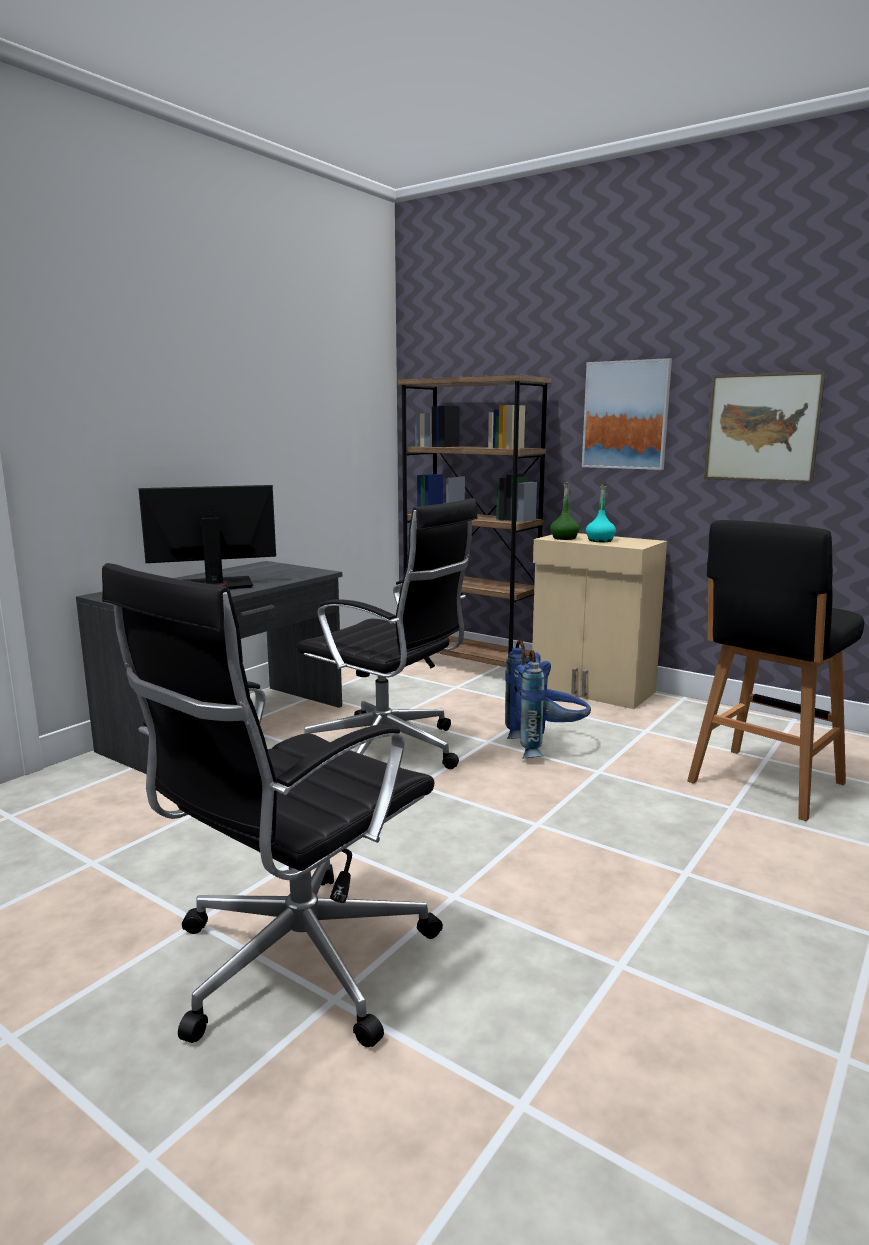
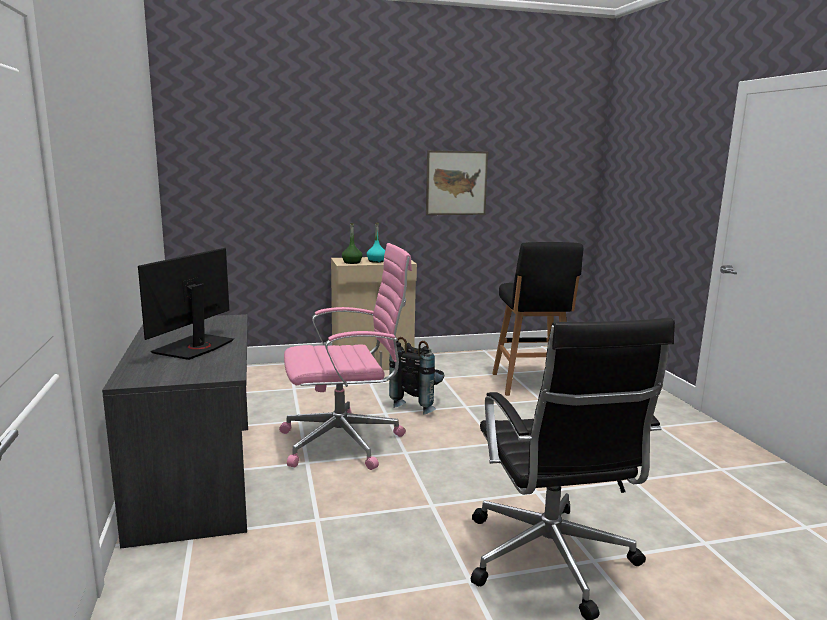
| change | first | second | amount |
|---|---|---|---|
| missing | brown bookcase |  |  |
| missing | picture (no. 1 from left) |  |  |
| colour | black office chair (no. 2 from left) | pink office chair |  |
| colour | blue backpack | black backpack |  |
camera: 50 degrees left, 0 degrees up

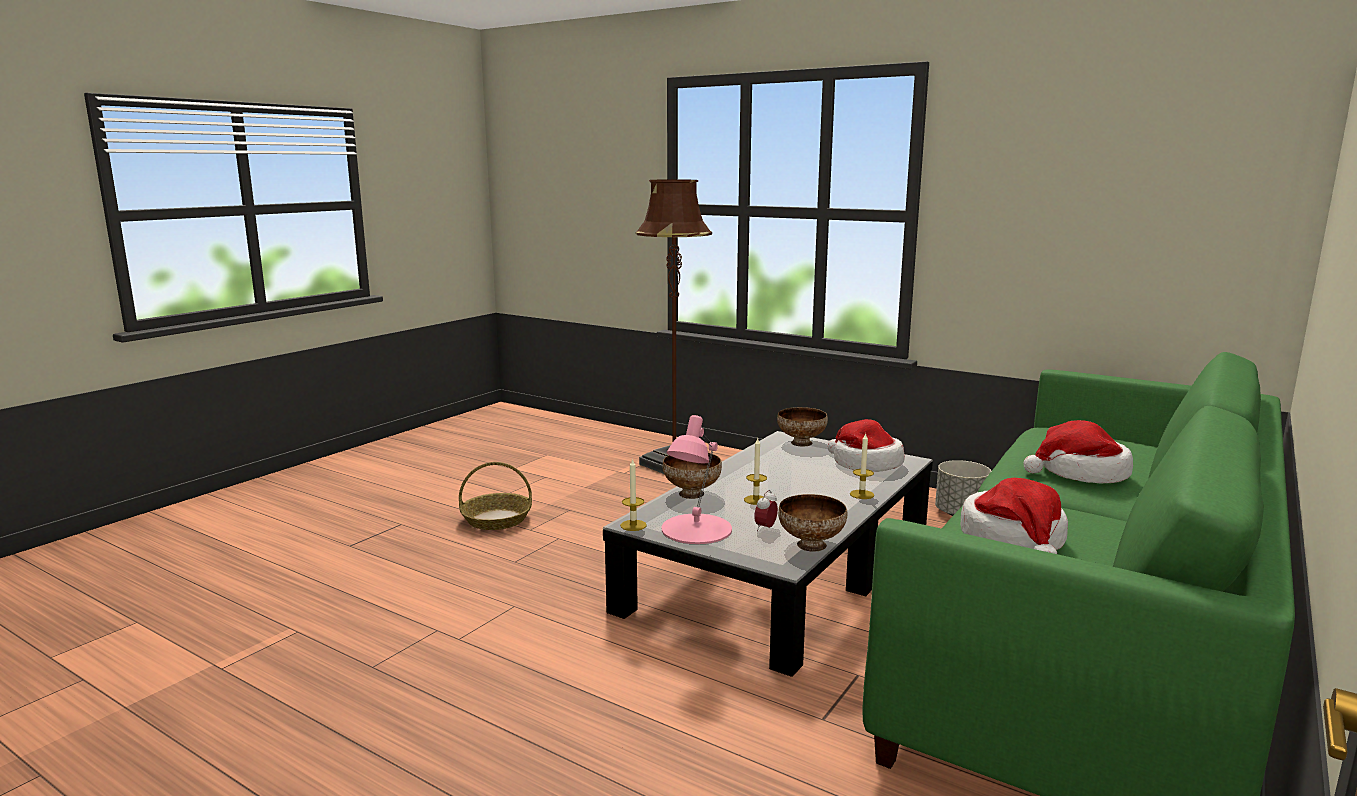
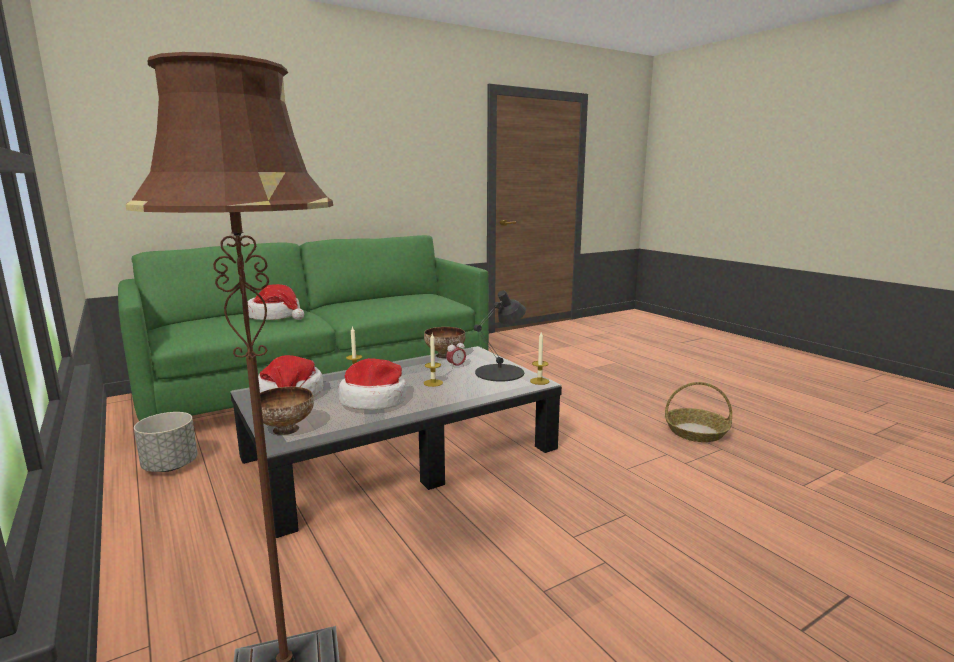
| change | first | second | amount |
|---|---|---|---|
| missing | bowl (no. 1 from left) |  |  |
| relocated | basket |  |  |
| relocated | hat (no. 2 from left in the first image) | hat (no. 3 from left) |  |
| colour | pink table lamp | black table lamp |  |
camera: 155 degrees left, 0 degrees up

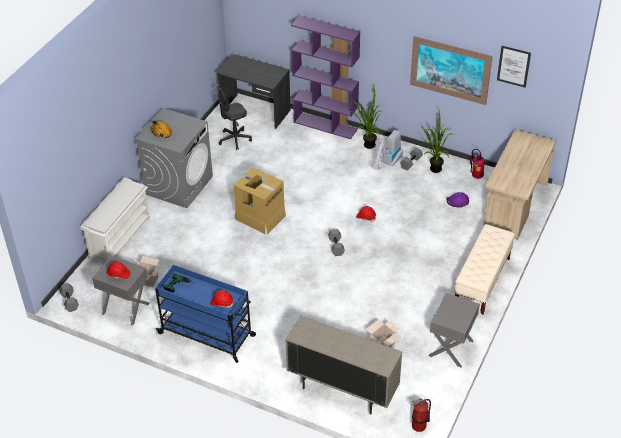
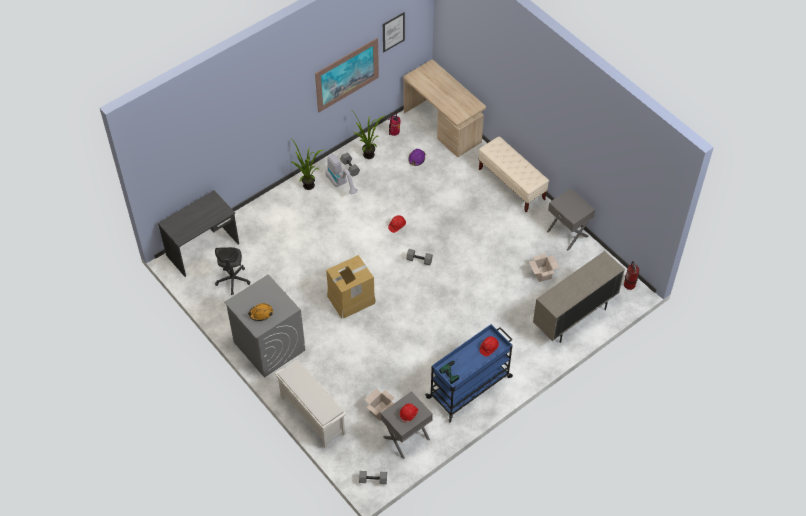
| change | first | second | amount |
|---|---|---|---|
| missing | purple bookcase |  |  |
camera: 65 degrees left, 10 degrees up

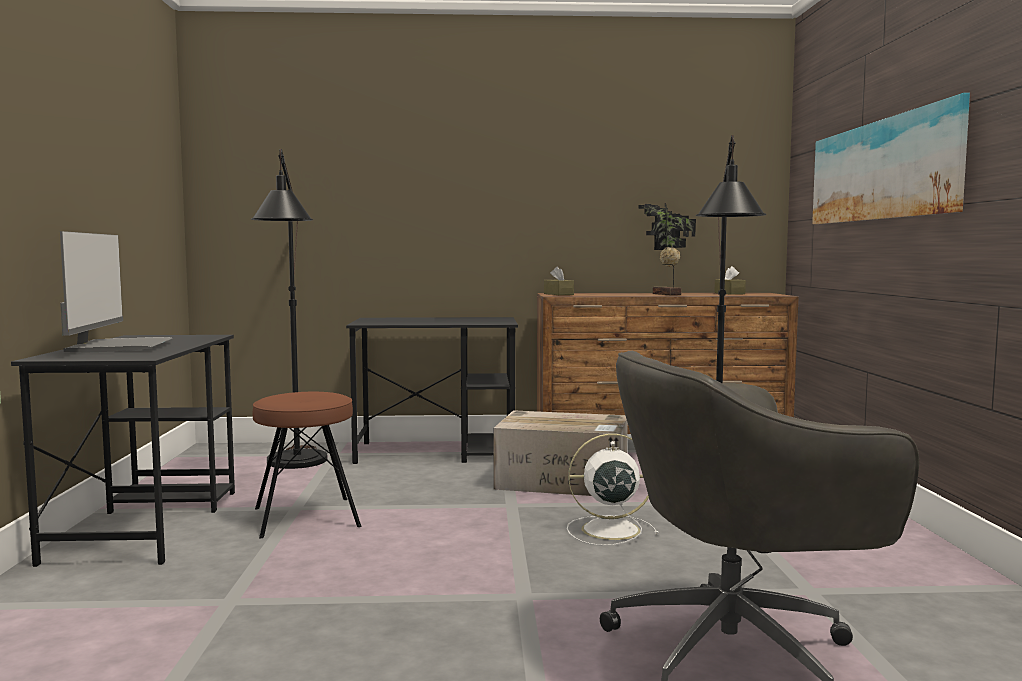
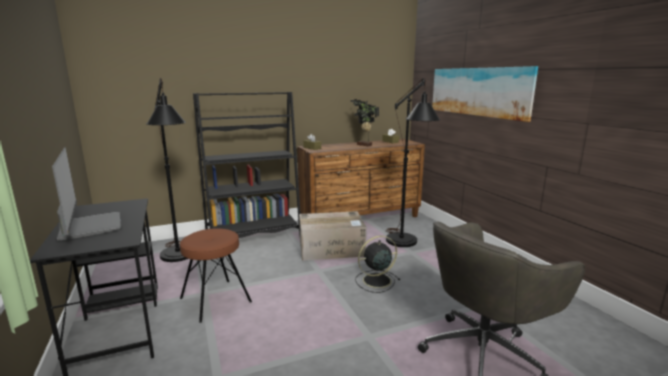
| change | first | second | amount |
|---|---|---|---|
| exchanged | black desk (no. 2 from left) | black bookcase |  |
| colour | white fan | black fan |  |
camera: 20 degrees left, 10 degrees up

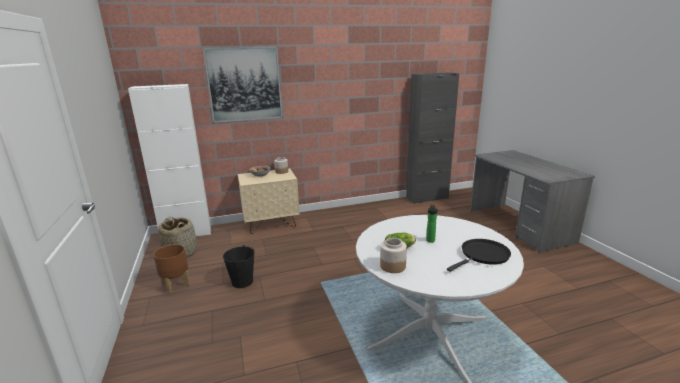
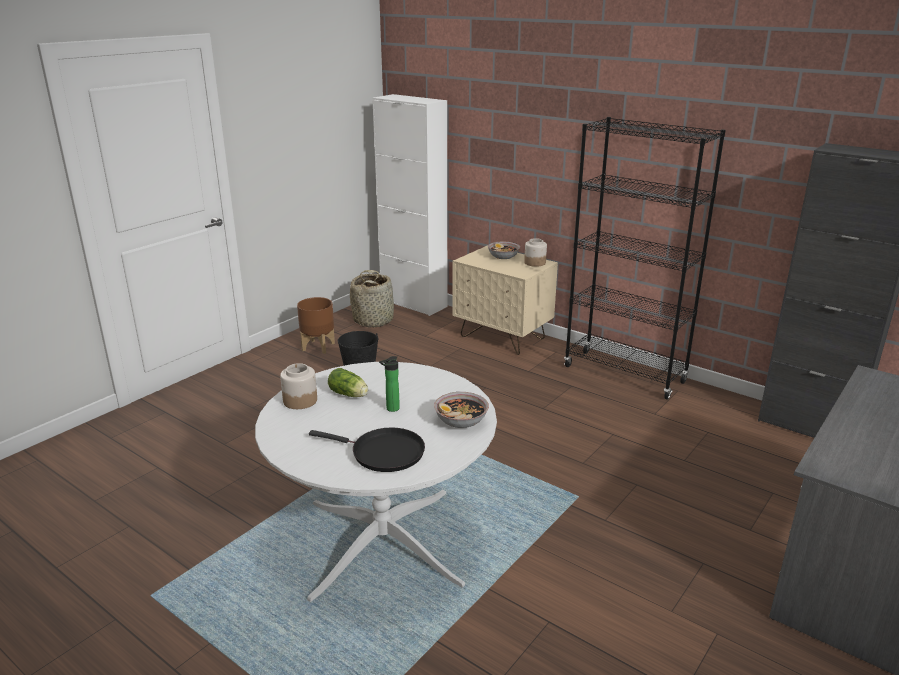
| change | first | second | amount |
|---|---|---|---|
| missing | picture |  |  |
| appeared |  | bowl (no. 1 from left) |  |
| appeared |  | black bookcase |  |
camera: 55 degrees right, 5 degrees up

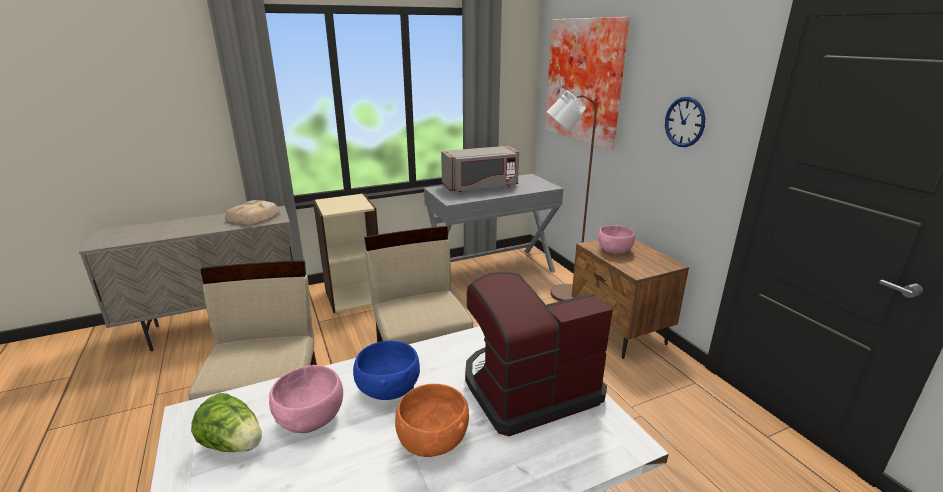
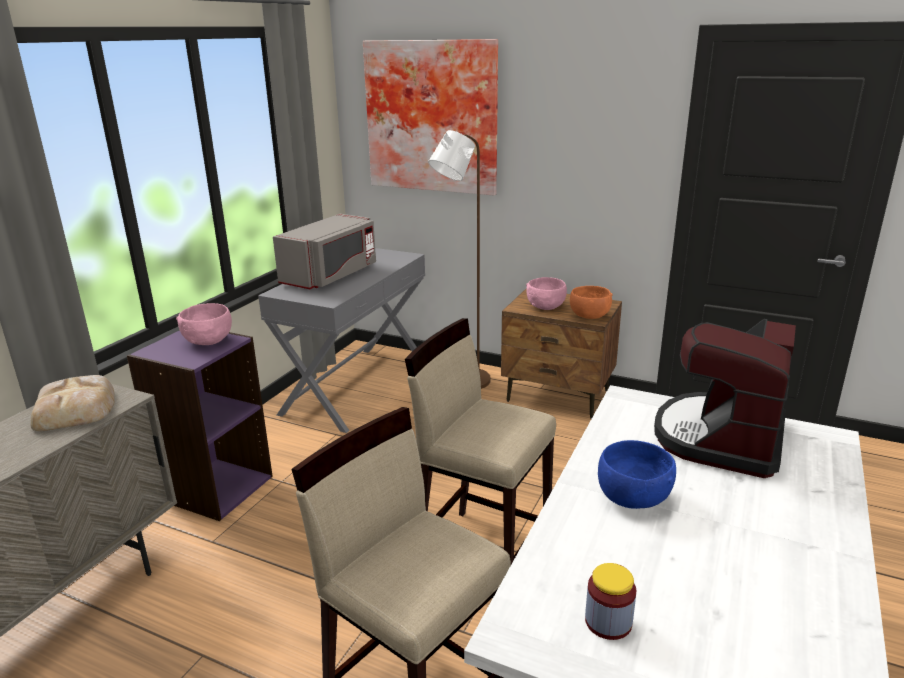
| change | first | second | amount |
|---|---|---|---|
| missing | wall clock |  |  |
| relocated | pink bowl (no. 1 from left) |  |  |
| relocated | orange bowl |  |  |
| exchanged | lettuce | jar |  |
| colour | beige bookcase | purple bookcase |  |
camera: 40 degrees left, 0 degrees up

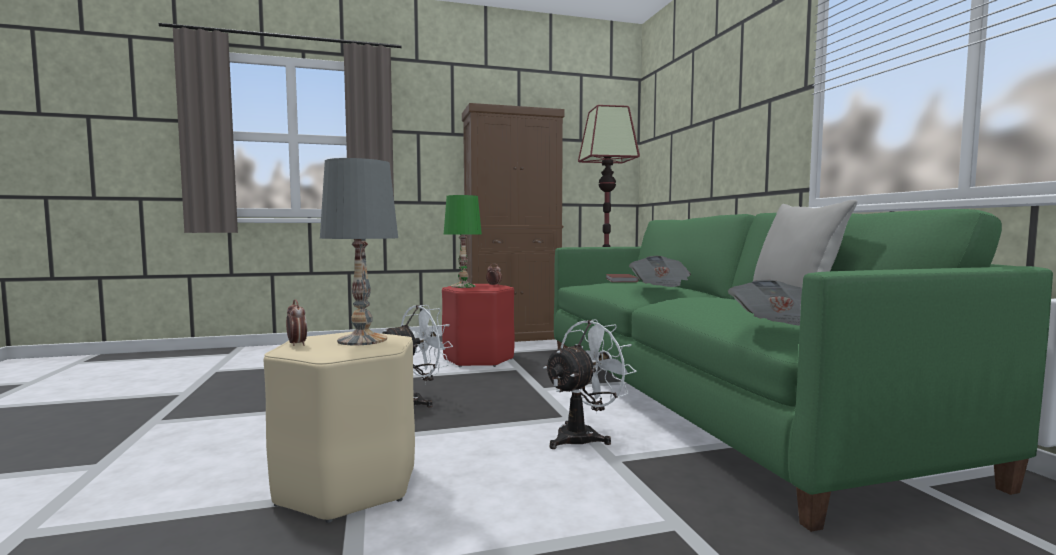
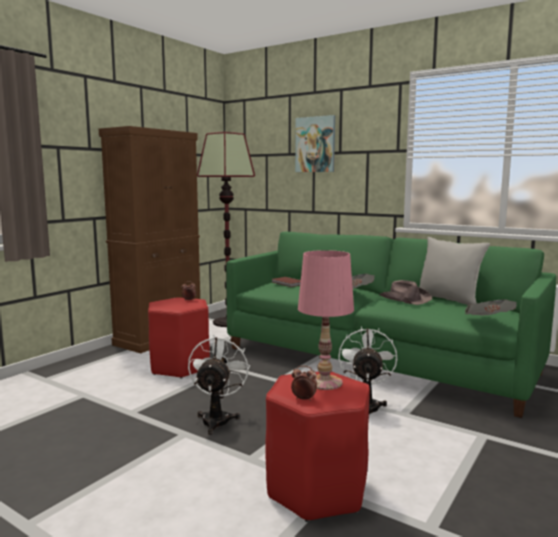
| change | first | second | amount |
|---|---|---|---|
| missing | green table lamp |  |  |
| appeared |  | picture |  |
| appeared |  | brown hat |  |
| colour | beige stool | red stool (no. 2 from left) |  |
| colour | grey table lamp | pink table lamp |  |
camera: 40 degrees left, 5 degrees up

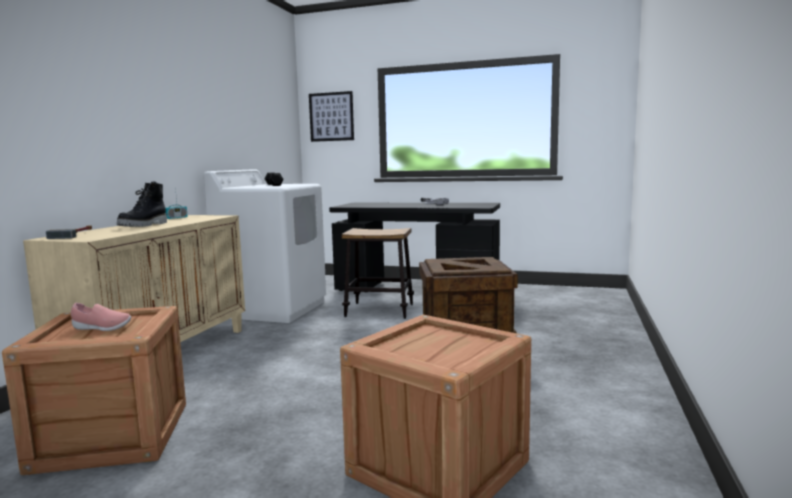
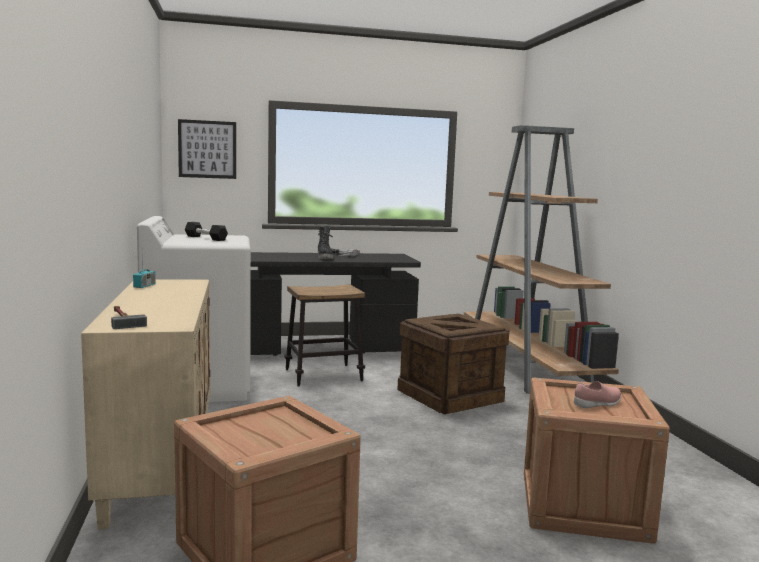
| change | first | second | amount |
|---|---|---|---|
| appeared |  | brown bookcase |  |
| relocated | pink shoe |  |  |
| relocated | black boot |  |  |
camera: 30 degrees left, 0 degrees up

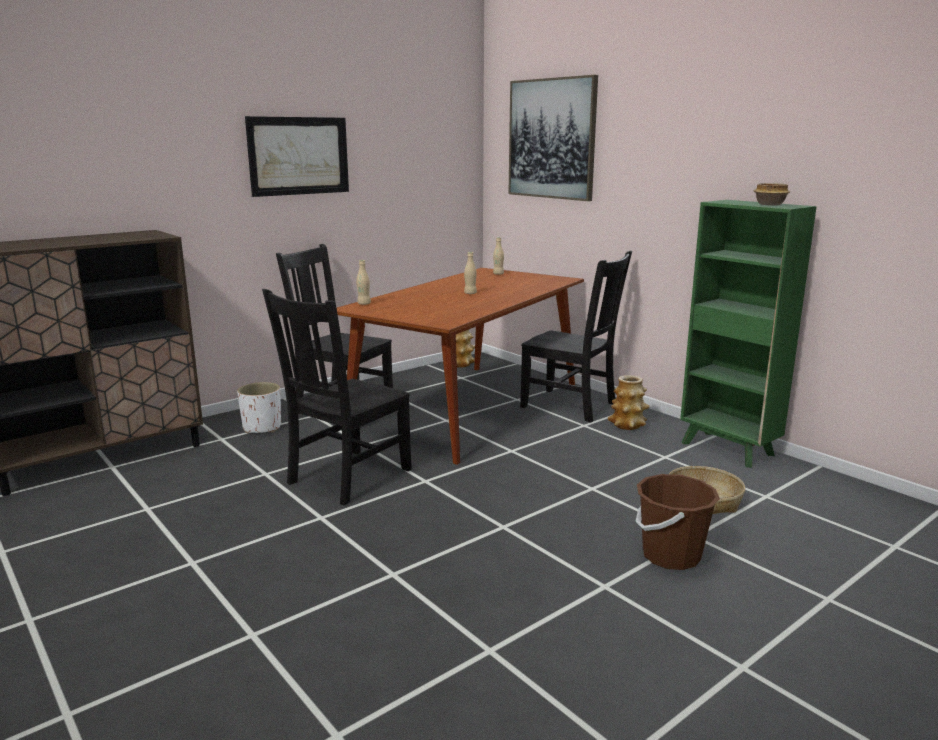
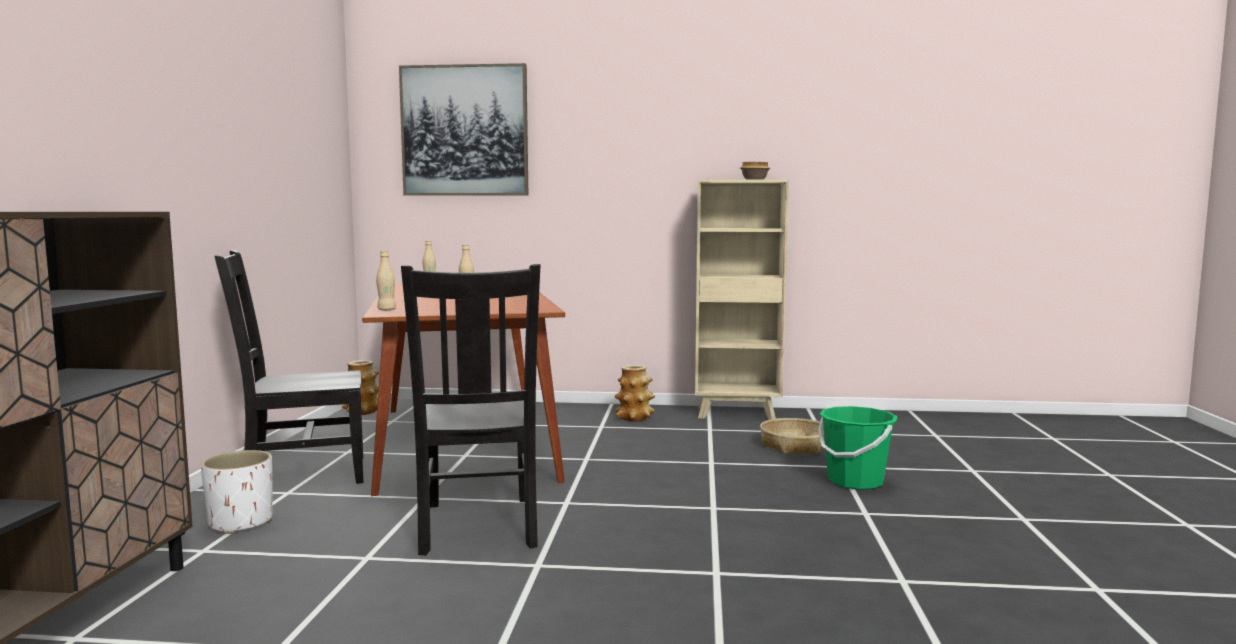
| change | first | second | amount |
|---|---|---|---|
| missing | picture (no. 1 from left) |  |  |
| missing | black chair (no. 3 from left) |  |  |
| colour | brown bucket | green bucket |  |
| colour | green bookcase | beige bookcase |  |
camera: 45 degrees left, 10 degrees down

